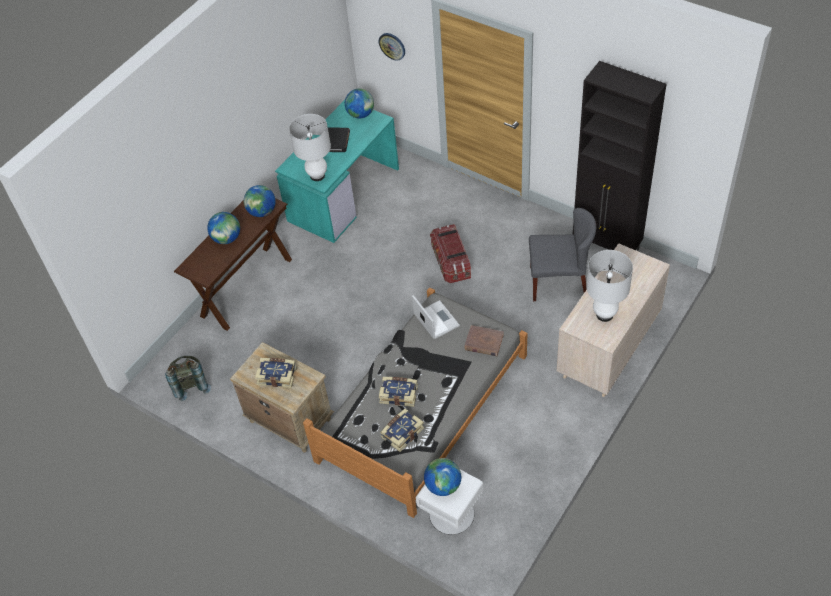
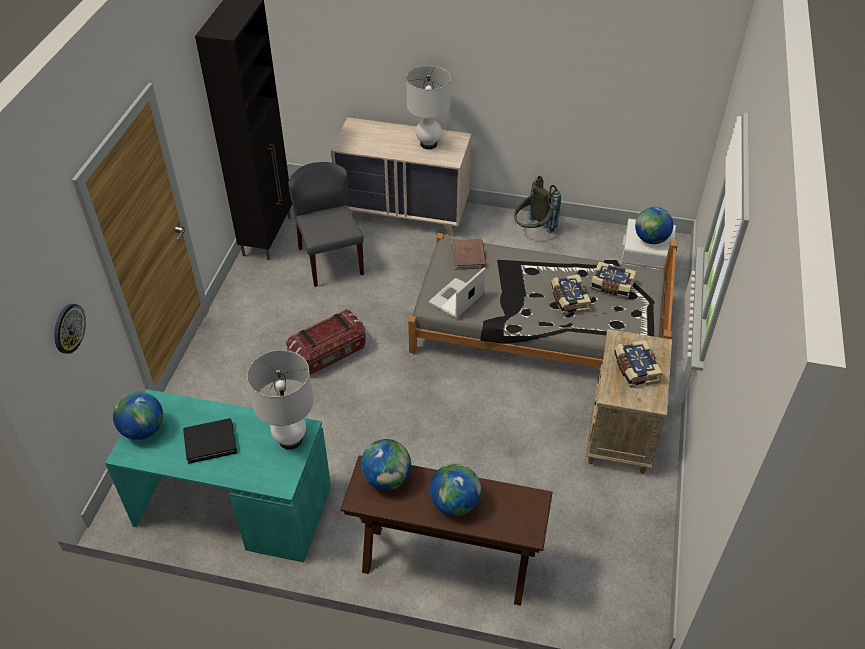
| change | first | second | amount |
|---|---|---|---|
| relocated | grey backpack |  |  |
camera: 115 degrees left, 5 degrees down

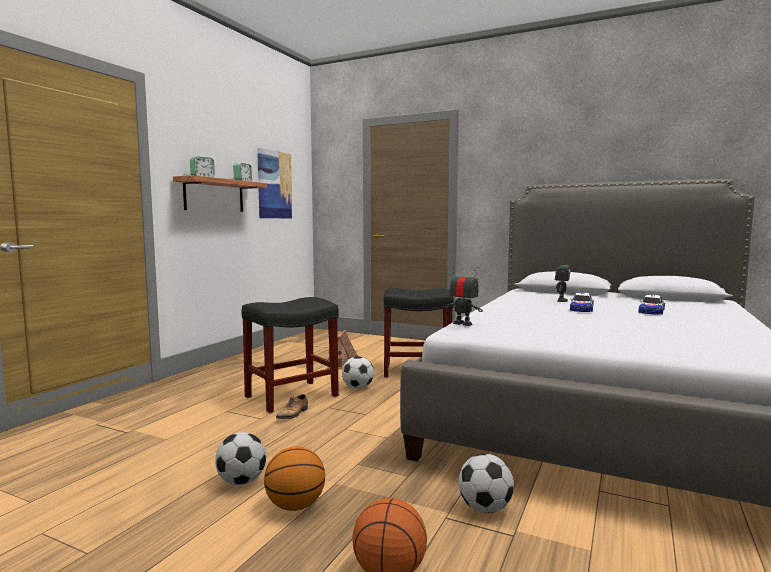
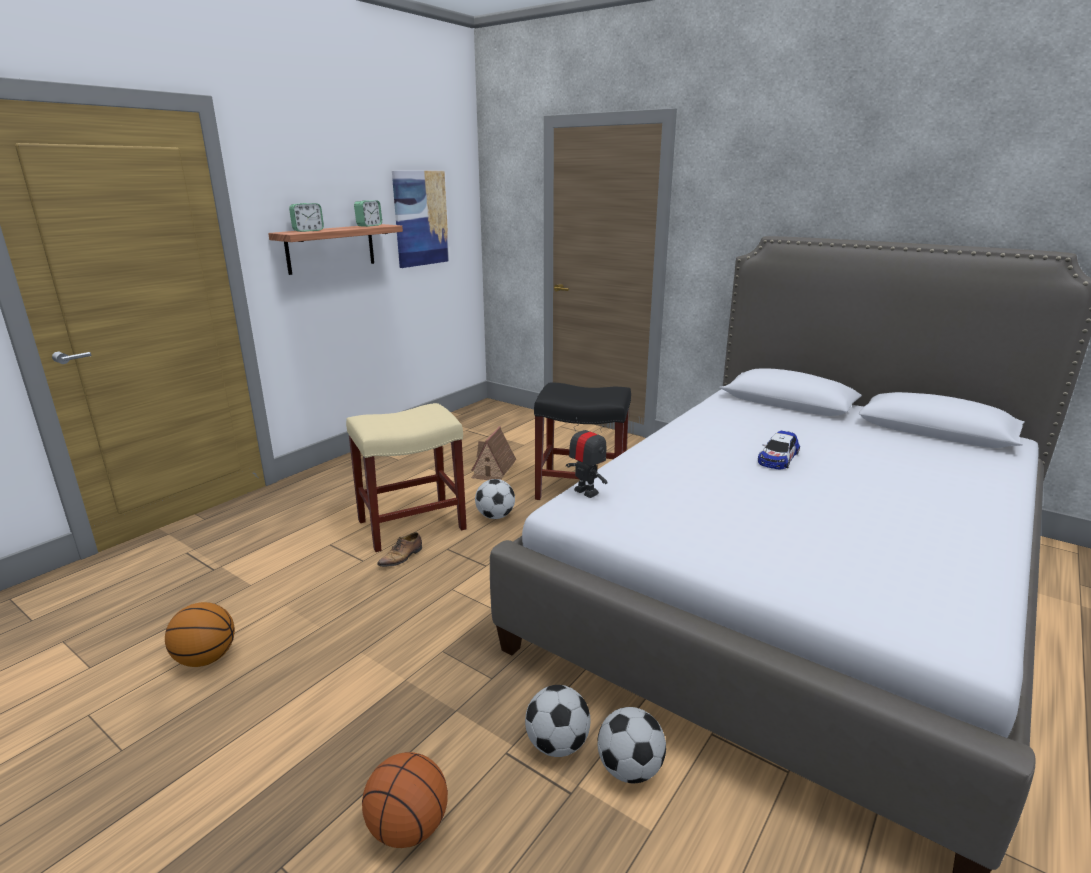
| change | first | second | amount |
|---|---|---|---|
| missing | toy robot (no. 2 from left) |  |  |
| missing | toy car (no. 2 from left) |  |  |
| relocated | football (no. 1 from left in the first image) | football (no. 3 from left) |  |
| relocated | basketball (no. 1 from left) |  |  |
| colour | black stool (no. 1 from left) | beige stool |  |
camera: 10 degrees right, 15 degrees up

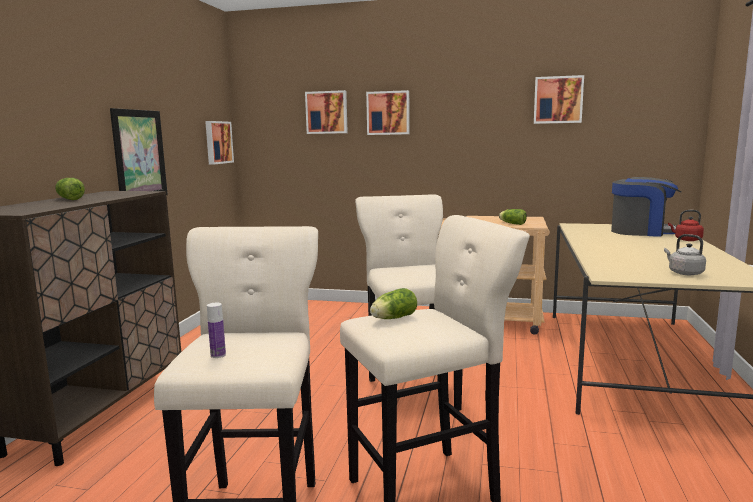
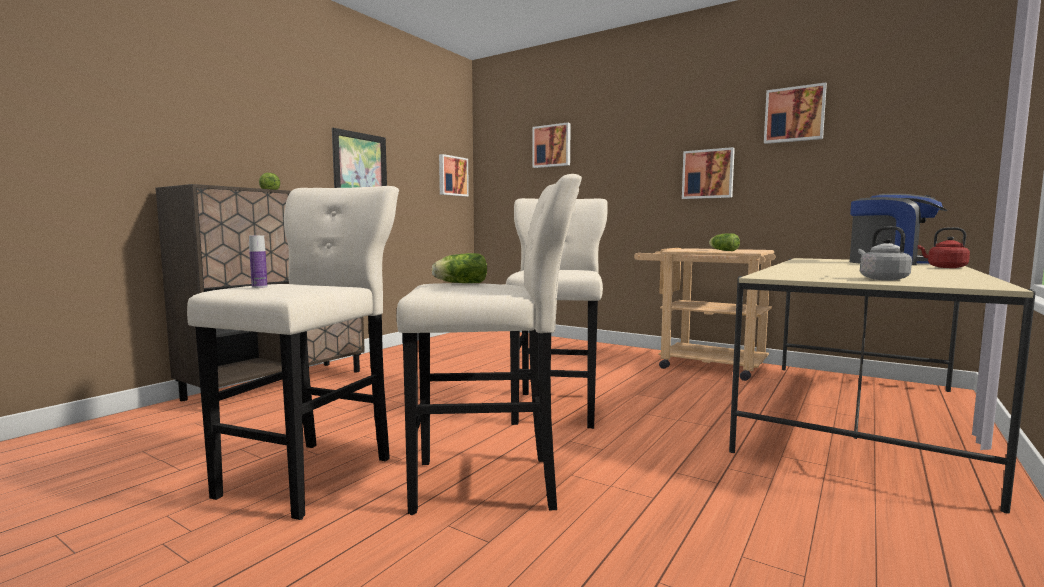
| change | first | second | amount |
|---|---|---|---|
| relocated | picture (no. 4 from left) |  |  |
camera: 20 degrees right, 5 degrees down

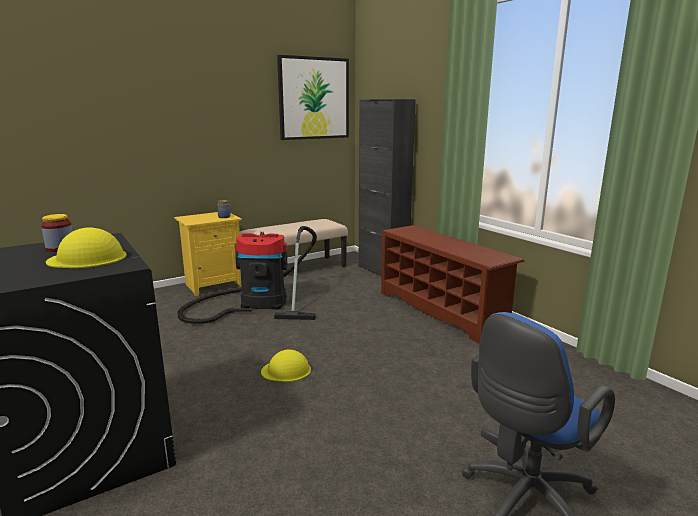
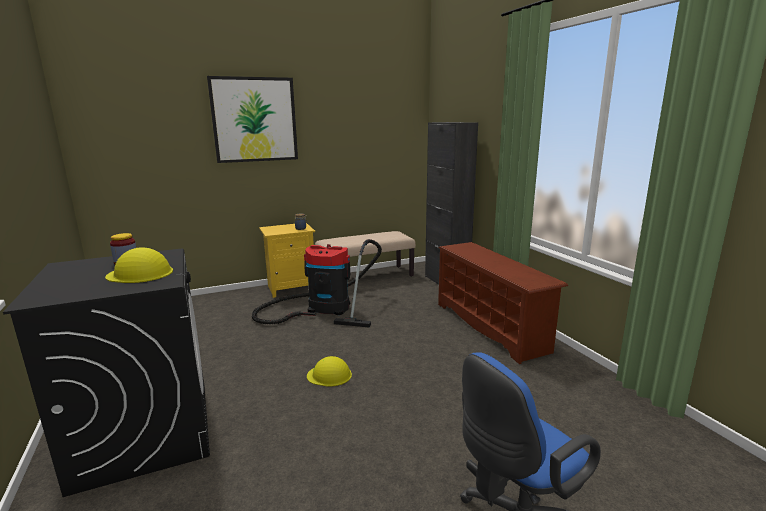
| change | first | second | amount |
|---|---|---|---|
| relocated | picture |  |  |
camera: 10 degrees right, 0 degrees up

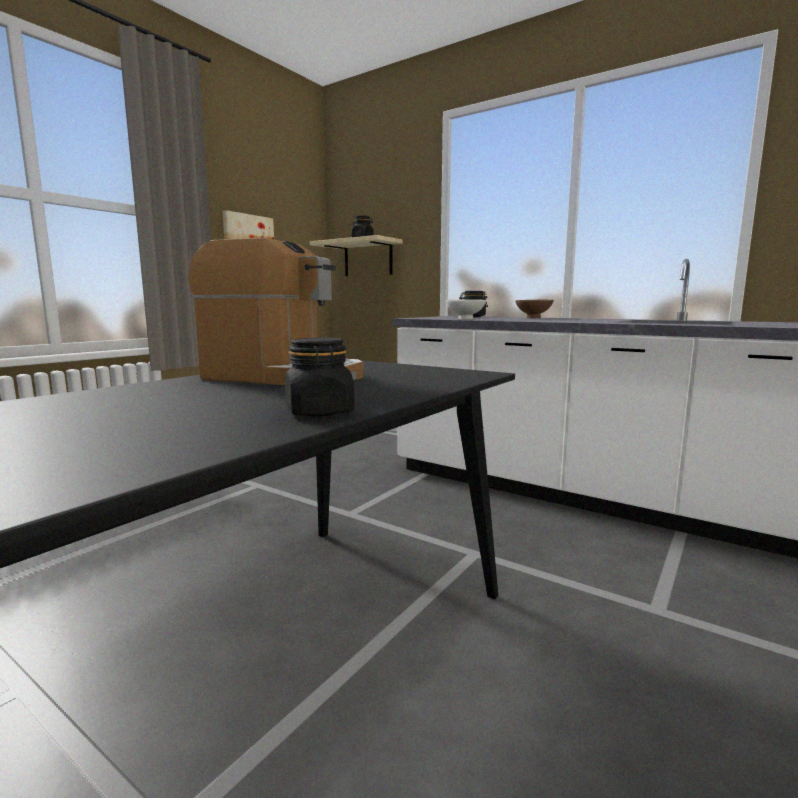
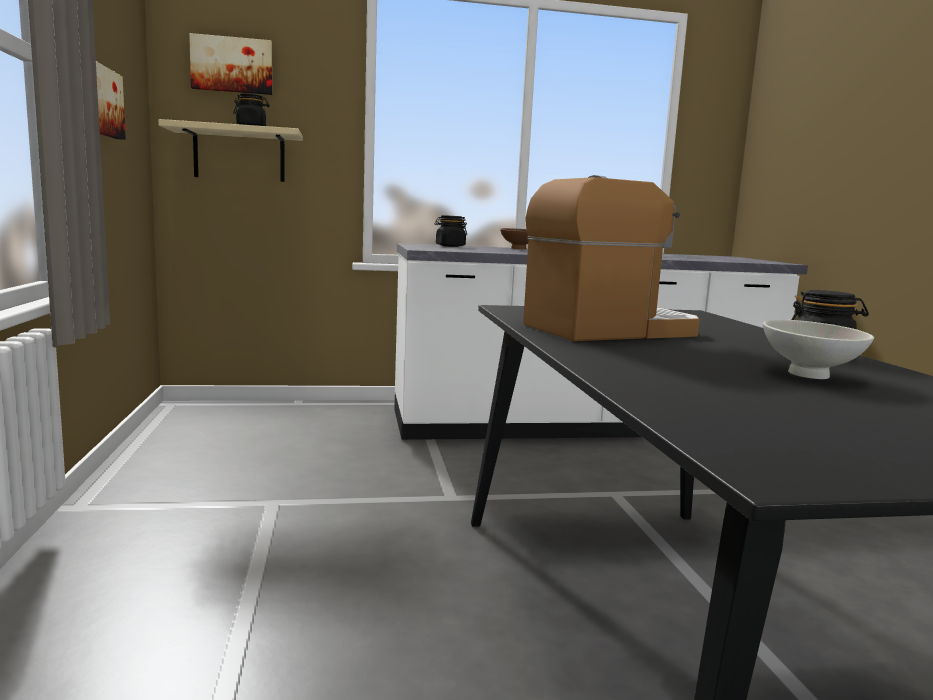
| change | first | second | amount |
|---|---|---|---|
| appeared |  | picture (no. 2 from left) |  |
| relocated | white bowl |  |  |
camera: 45 degrees left, 0 degrees up

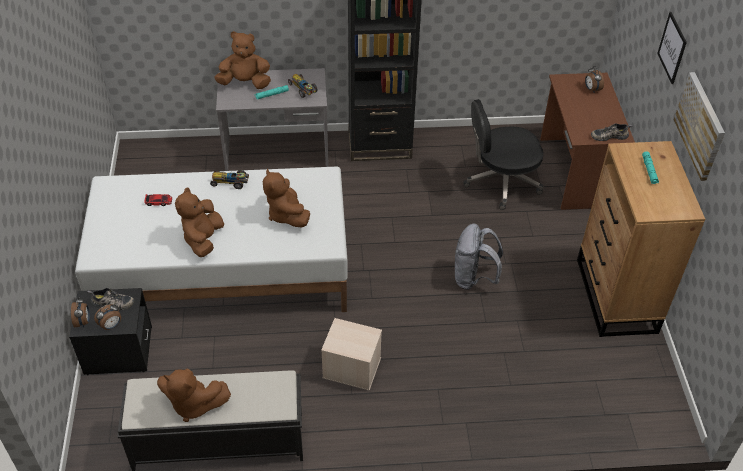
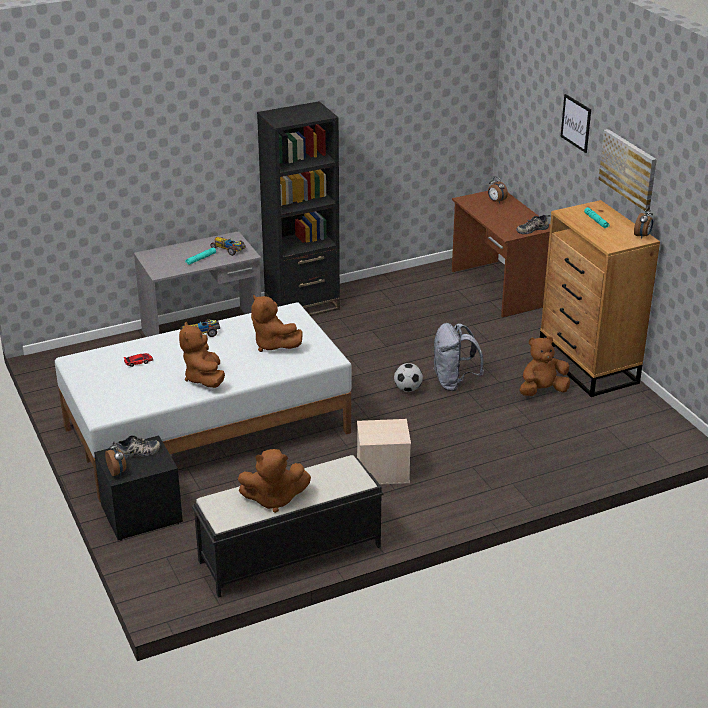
| change | first | second | amount |
|---|---|---|---|
| missing | black office chair |  |  |
| appeared |  | football |  |
| relocated | alarm clock (no. 2 from left in the first image) | alarm clock (no. 3 from left) |  |
| relocated | brown plush toy (no. 3 from left in the first image) | brown plush toy (no. 4 from left) |  |
camera: 20 degrees left, 15 degrees down

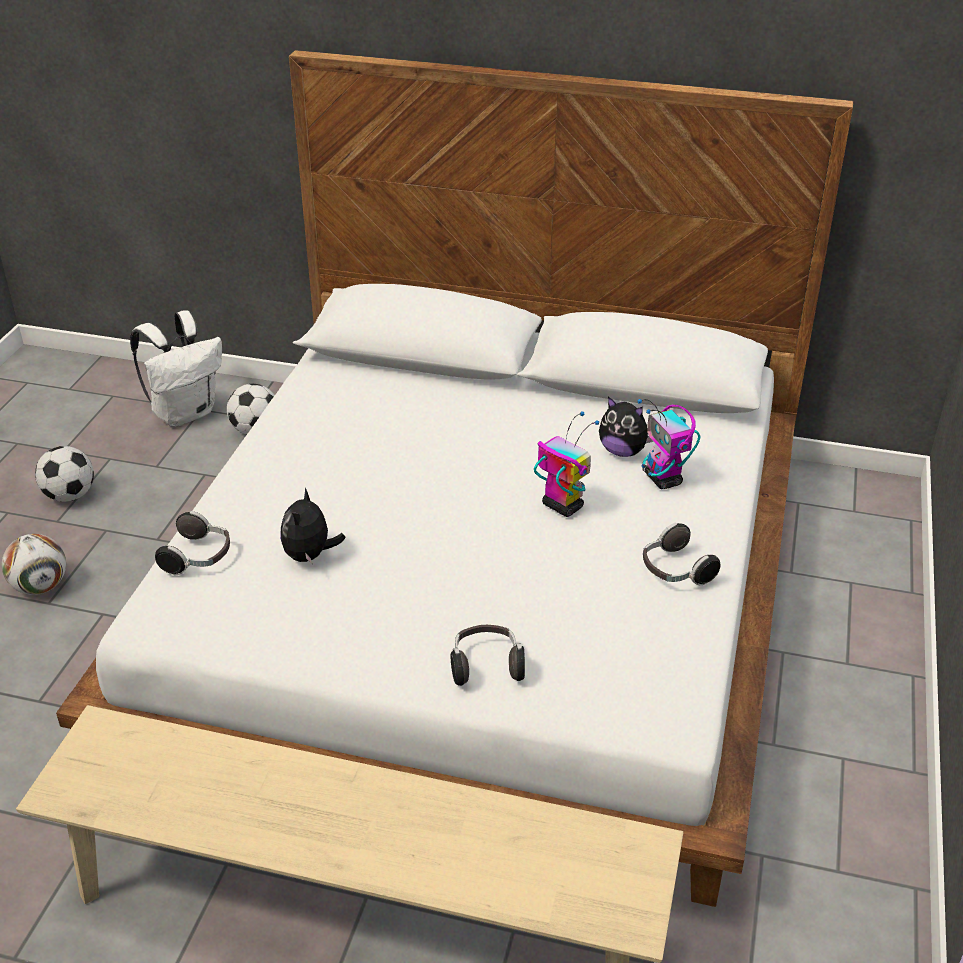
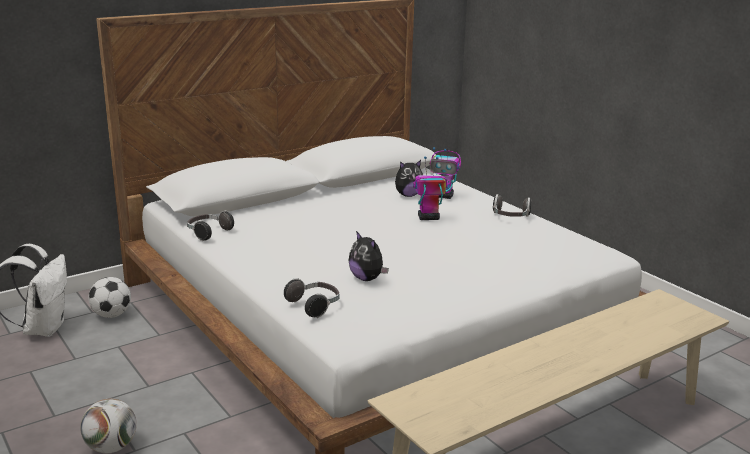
| change | first | second | amount |
|---|---|---|---|
| missing | football (no. 2 from left) |  |  |
| relocated | headphones (no. 2 from left in the first image) | headphones (no. 1 from left) |  |
camera: 50 degrees left, 15 degrees down

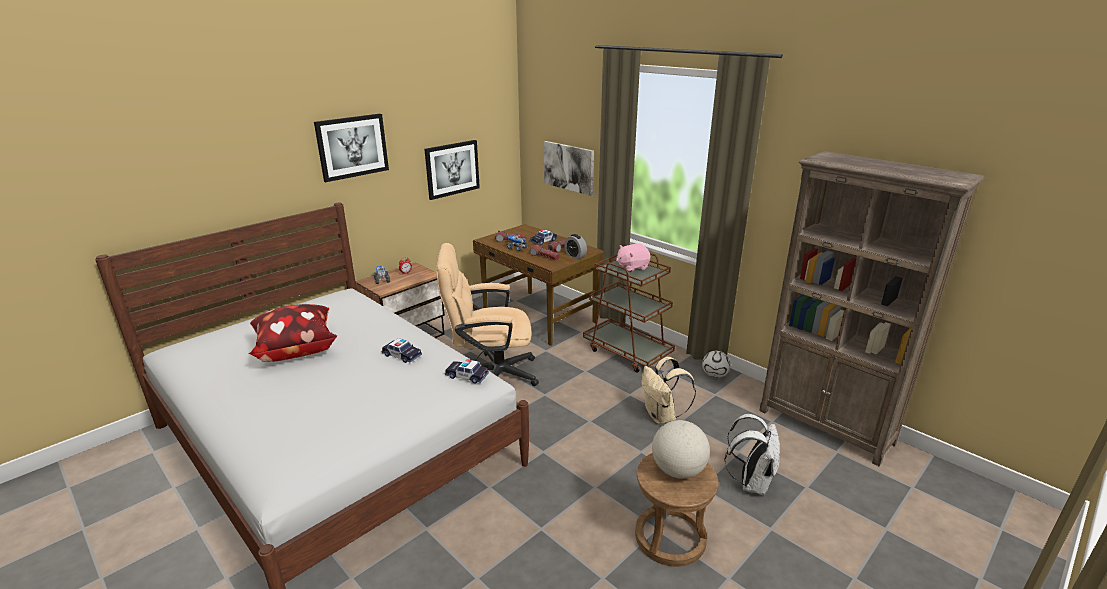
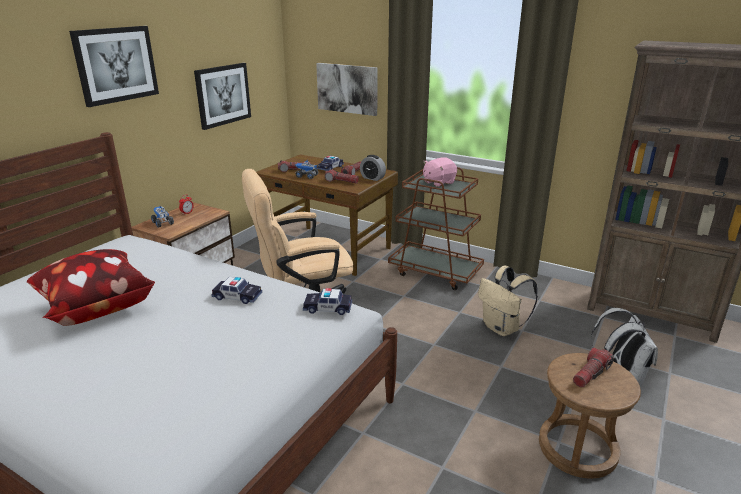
| change | first | second | amount |
|---|---|---|---|
| missing | football |  |  |
| exchanged | globe | flashlight (no. 4 from left) |  |
camera: 15 degrees left, 0 degrees up

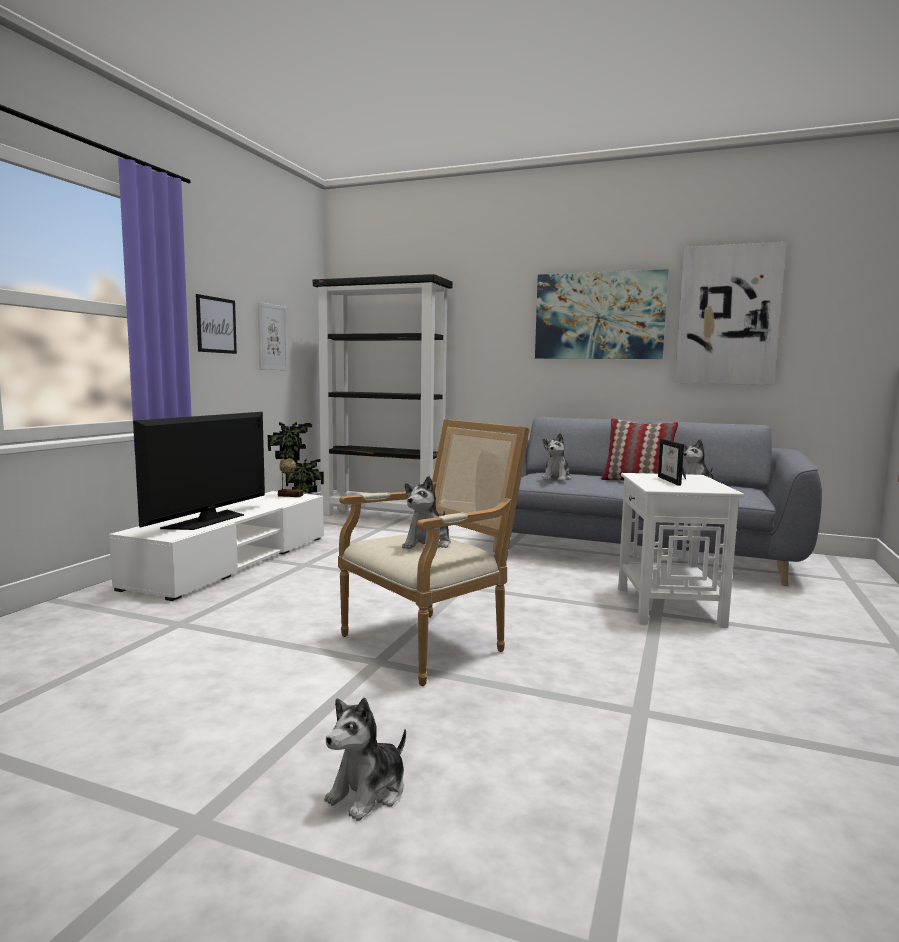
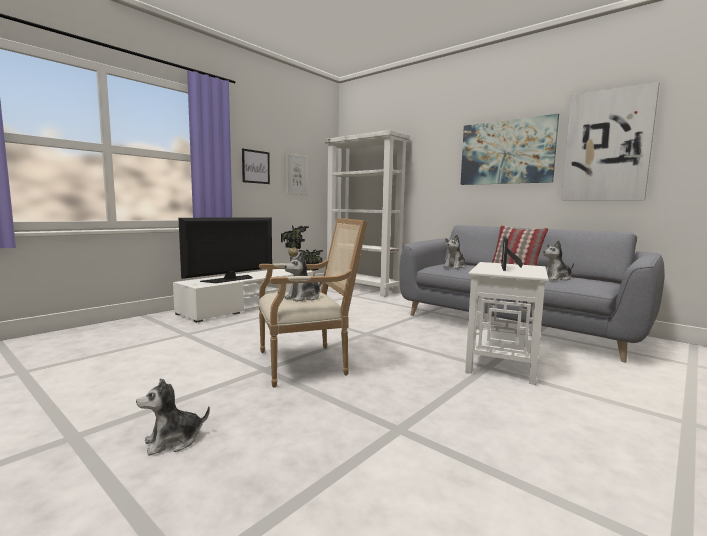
| change | first | second | amount |
|---|---|---|---|
| colour | black bookcase | white bookcase |  |
camera: 20 degrees right, 0 degrees up

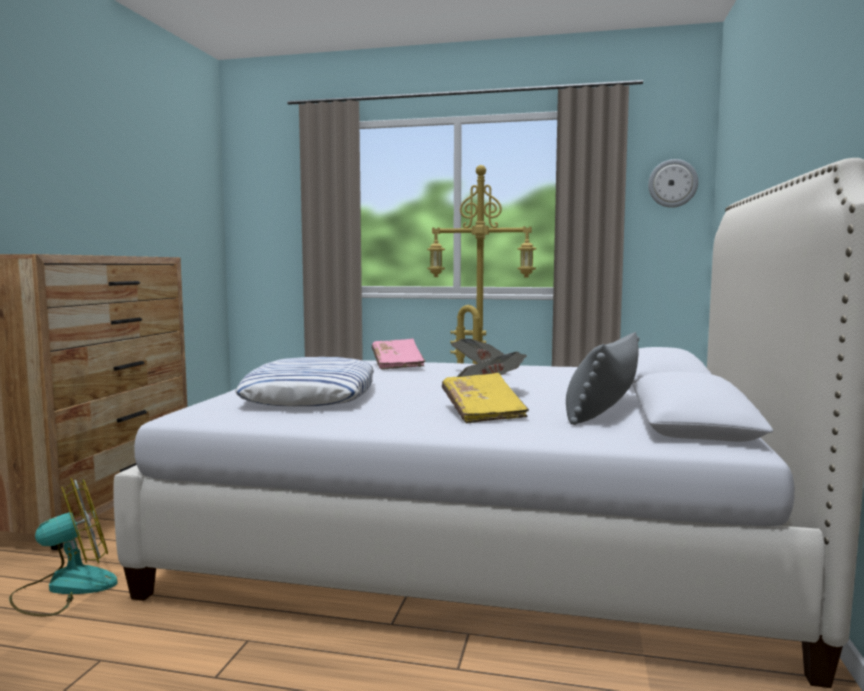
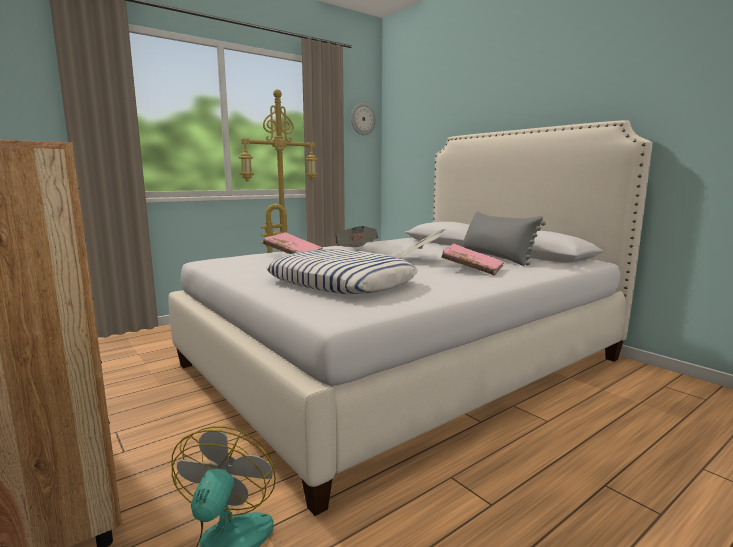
| change | first | second | amount |
|---|---|---|---|
| colour | yellow book | pink book (no. 2 from left) |  |
camera: 50 degrees left, 5 degrees up

